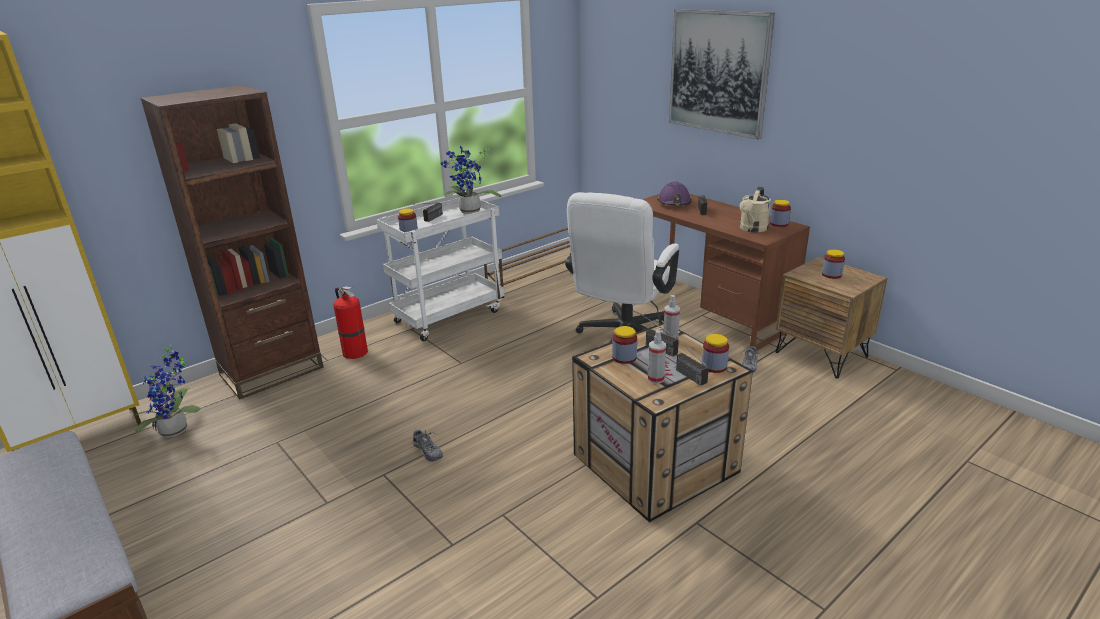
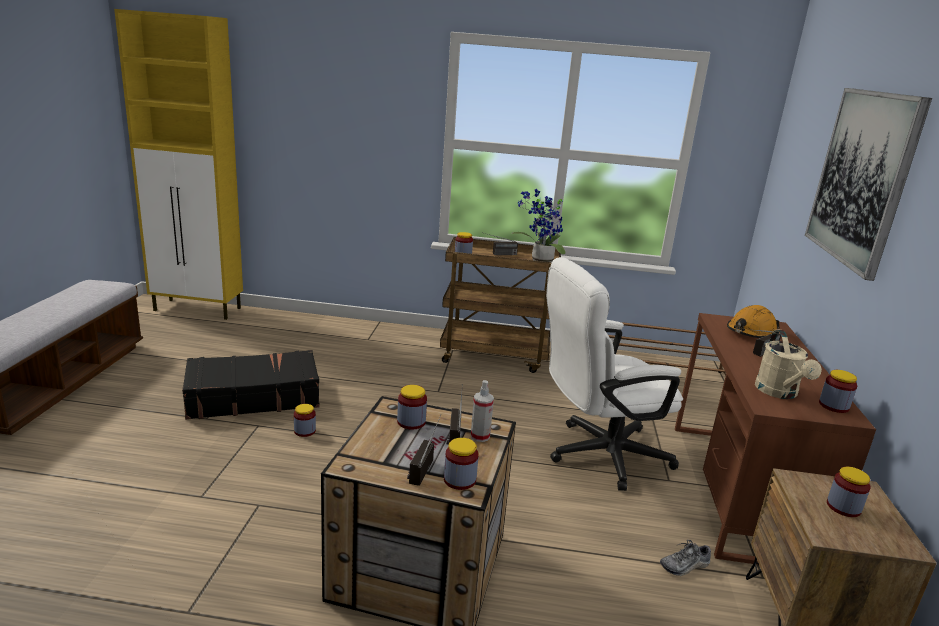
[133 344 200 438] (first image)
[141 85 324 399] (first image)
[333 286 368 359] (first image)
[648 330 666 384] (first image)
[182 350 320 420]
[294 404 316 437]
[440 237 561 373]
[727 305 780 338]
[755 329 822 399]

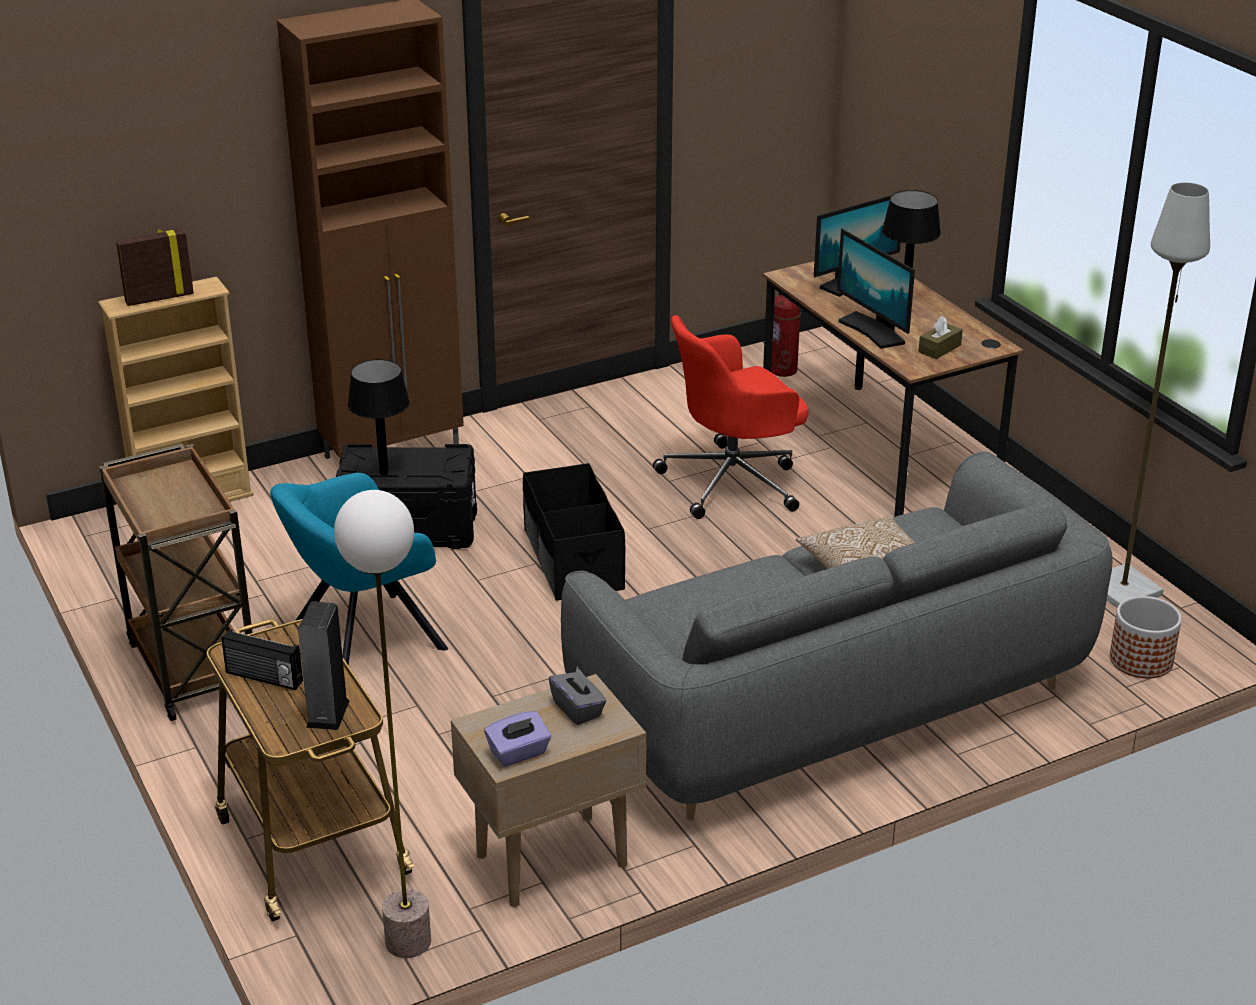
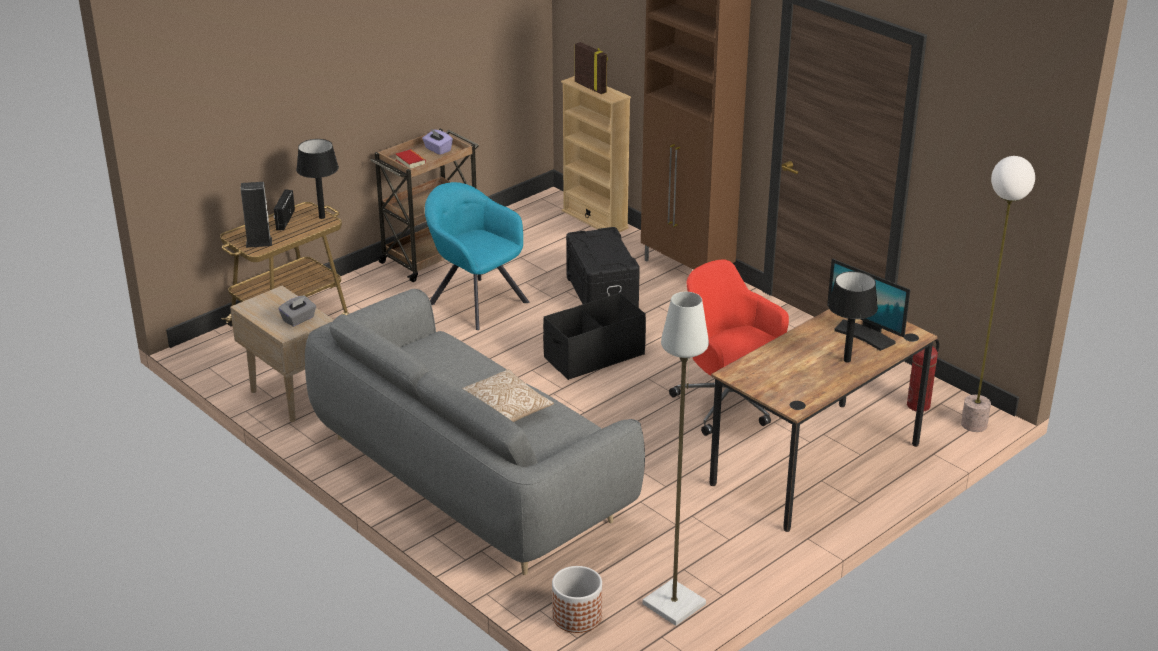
[837 229 915 349] (first image)
[918 316 963 359] (first image)
[396 149 426 169]
[961 156 1035 432]
[296 139 339 219]
[422 129 453 155]

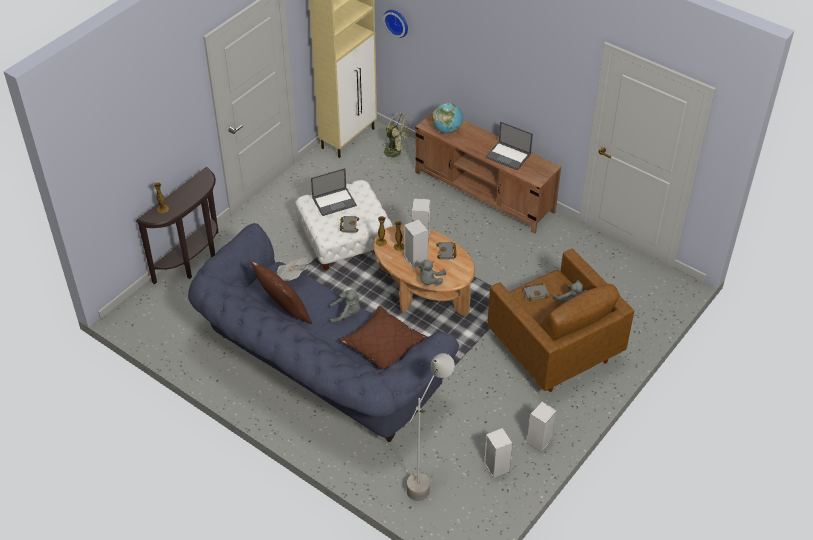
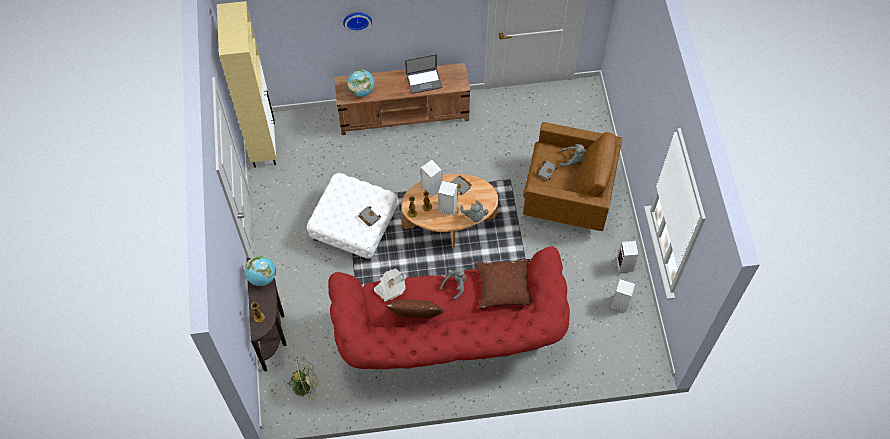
[311 168 357 216] (first image)
[407 353 454 501] (first image)
[245 256 276 286]
[343 12 372 32]
[286 354 319 400]
[328 246 570 369]

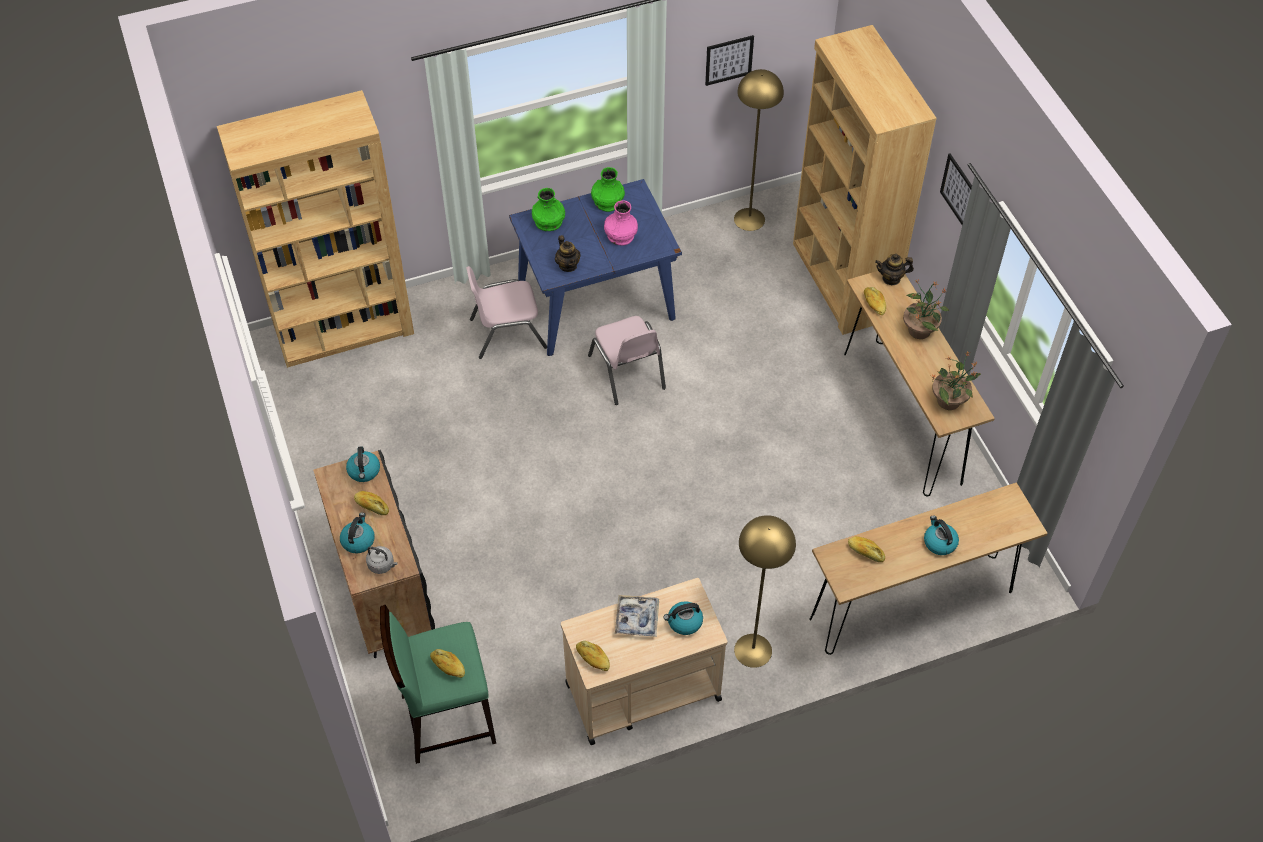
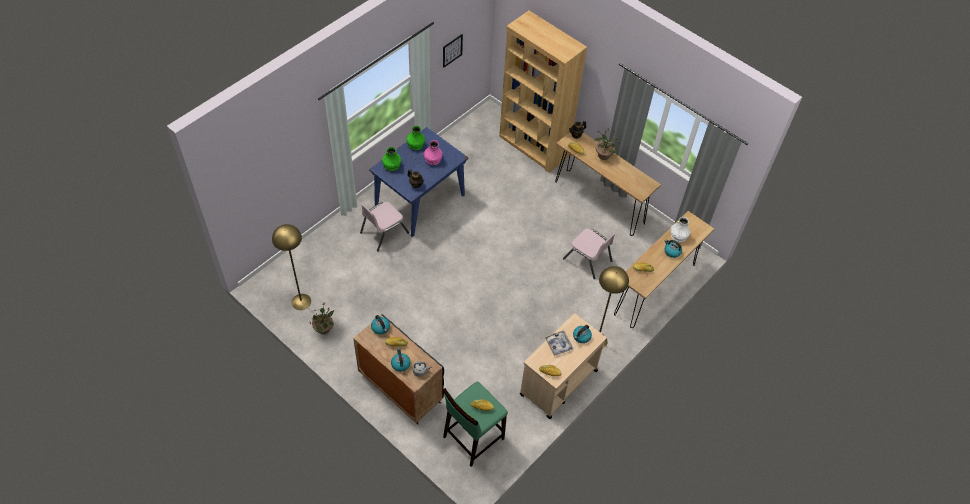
[217 90 414 368] (first image)
[940 153 972 225] (first image)
[670 217 690 242]
[563 228 616 279]
[272 224 311 310]
[310 303 335 334]

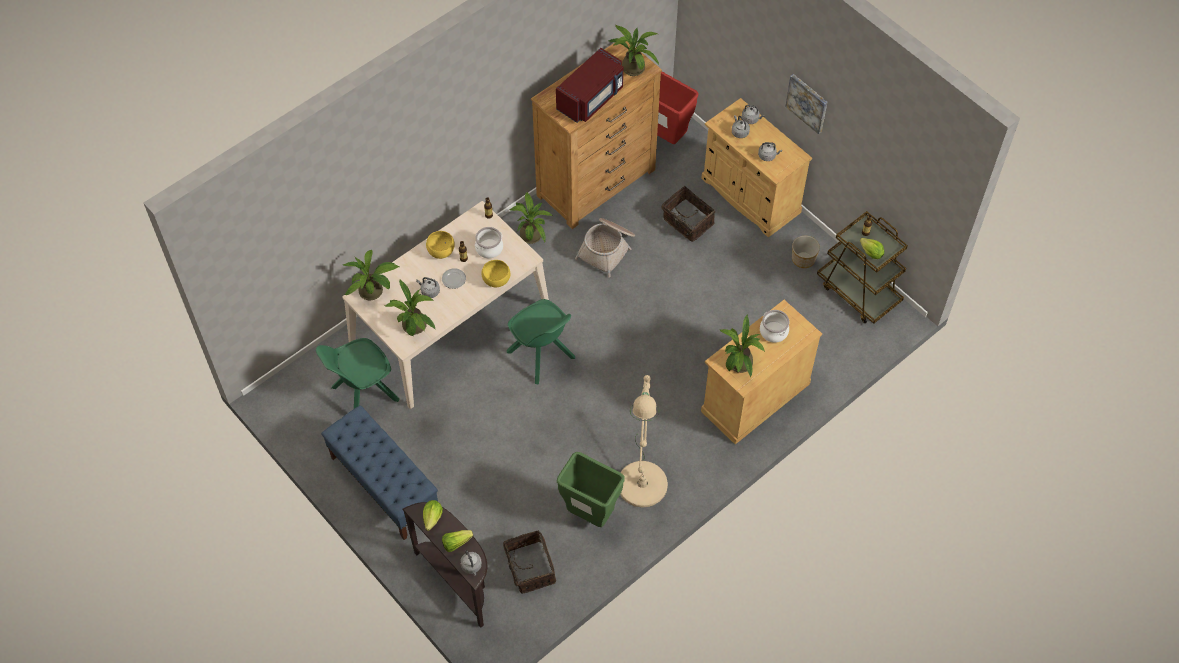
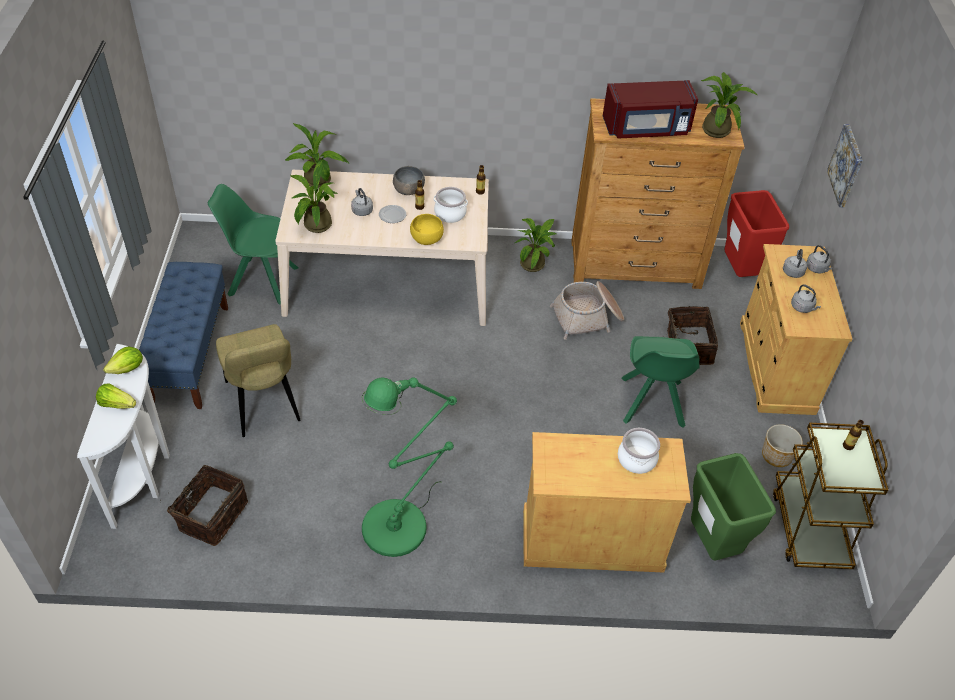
[460 550 482 575] (first image)
[720 315 765 377] (first image)
[860 238 884 259] (first image)
[216 324 300 437]
[621 336 699 428]
[691 453 776 560]
[827 124 863 207]
[77 344 170 529]
[393 166 425 195]
[362 377 457 557]

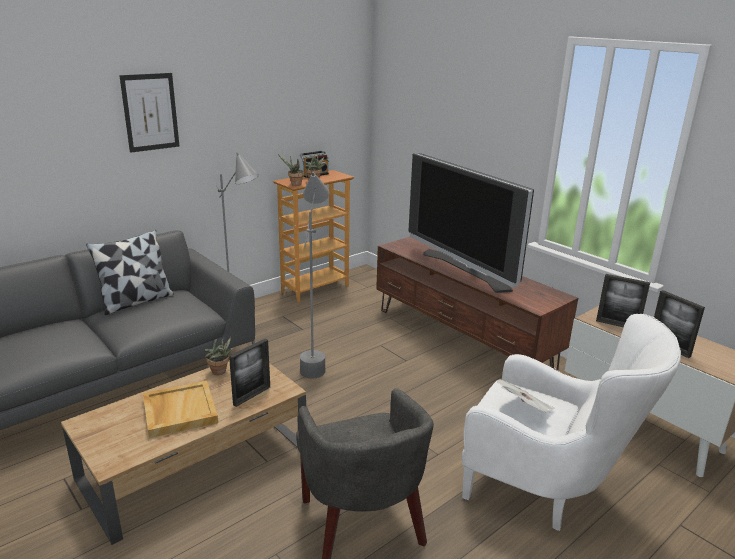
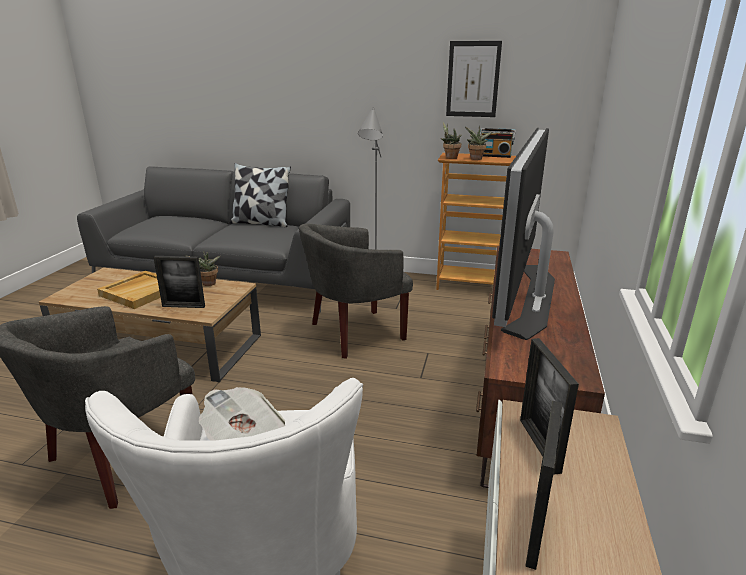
[446 41 502 117]
[299 223 413 359]

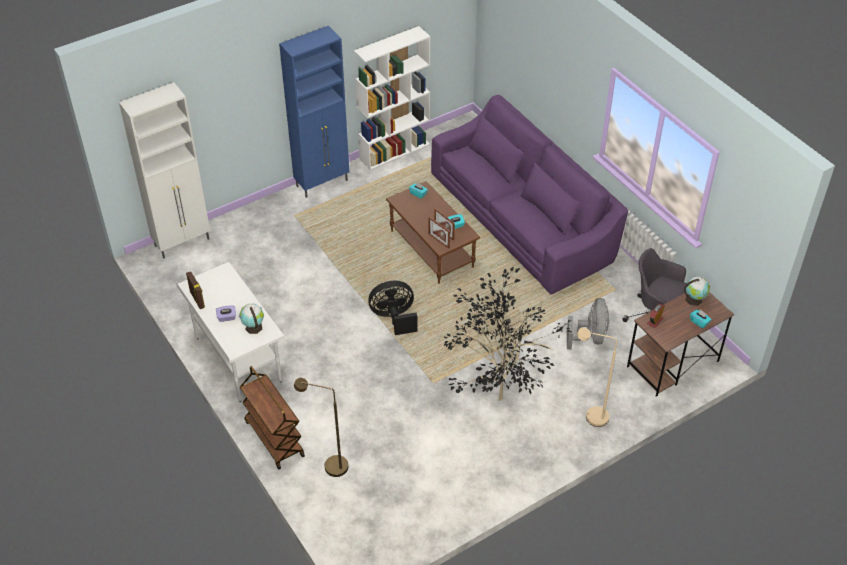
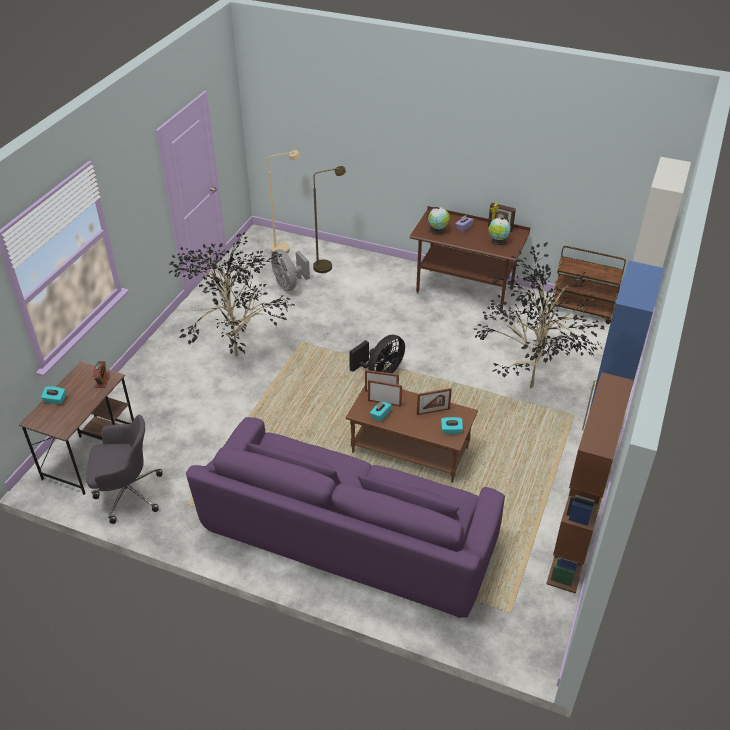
[417 388 452 415]
[474 242 605 388]
[549 246 626 324]
[271 249 310 291]
[268 150 300 253]
[488 217 511 246]
[410 206 530 313]
[546 372 634 594]

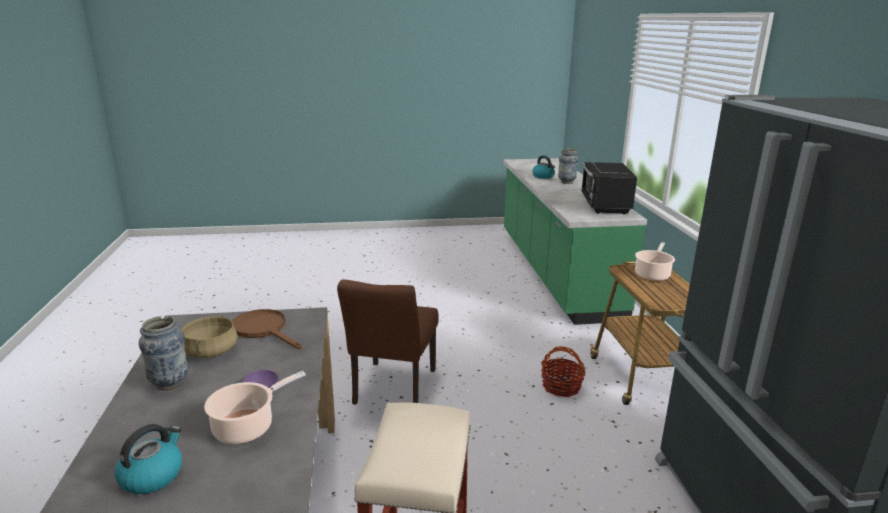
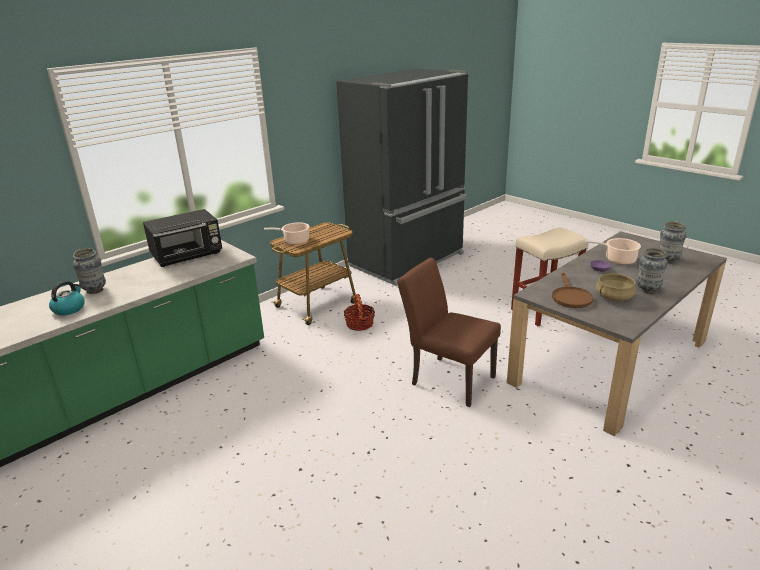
[659 221 686 263]
[397 258 501 407]

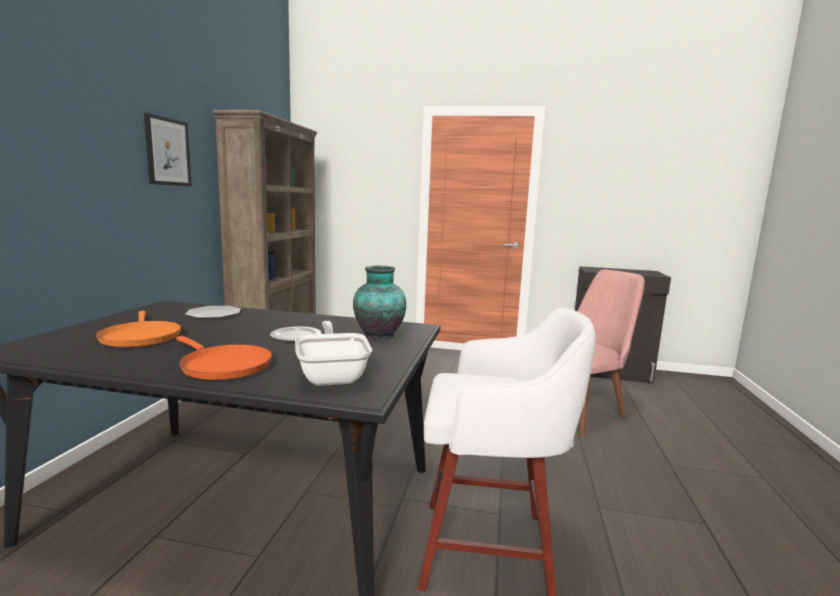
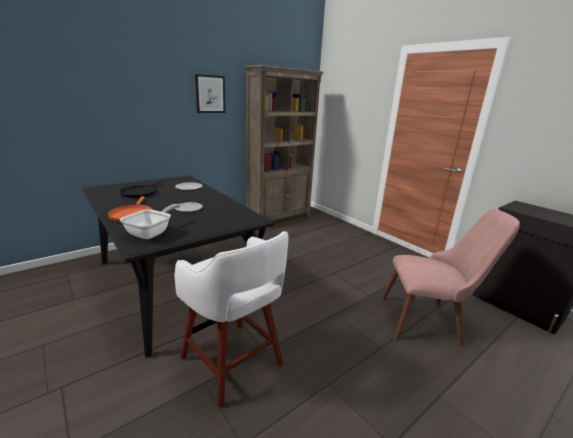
[353 265 406 340] (first image)
[119 180 163 198]

